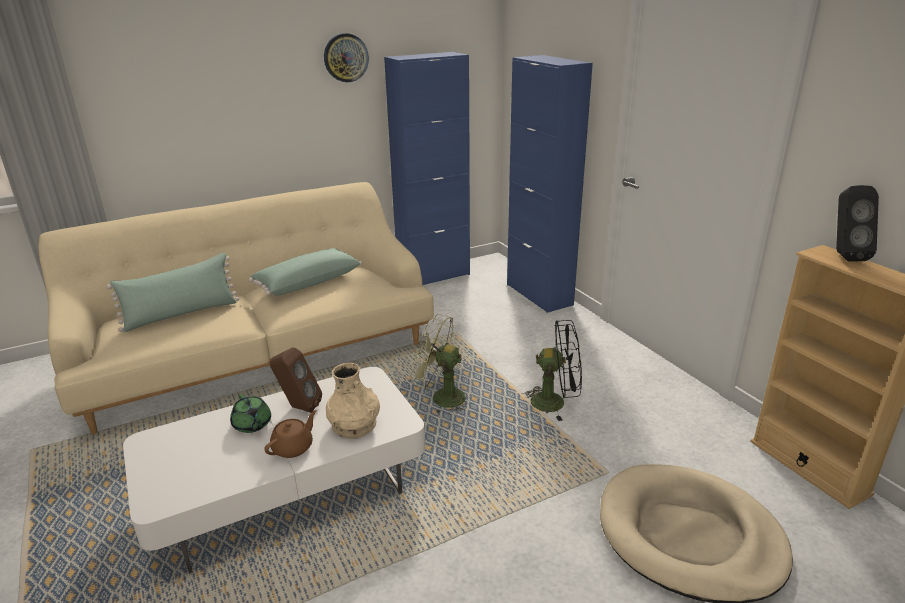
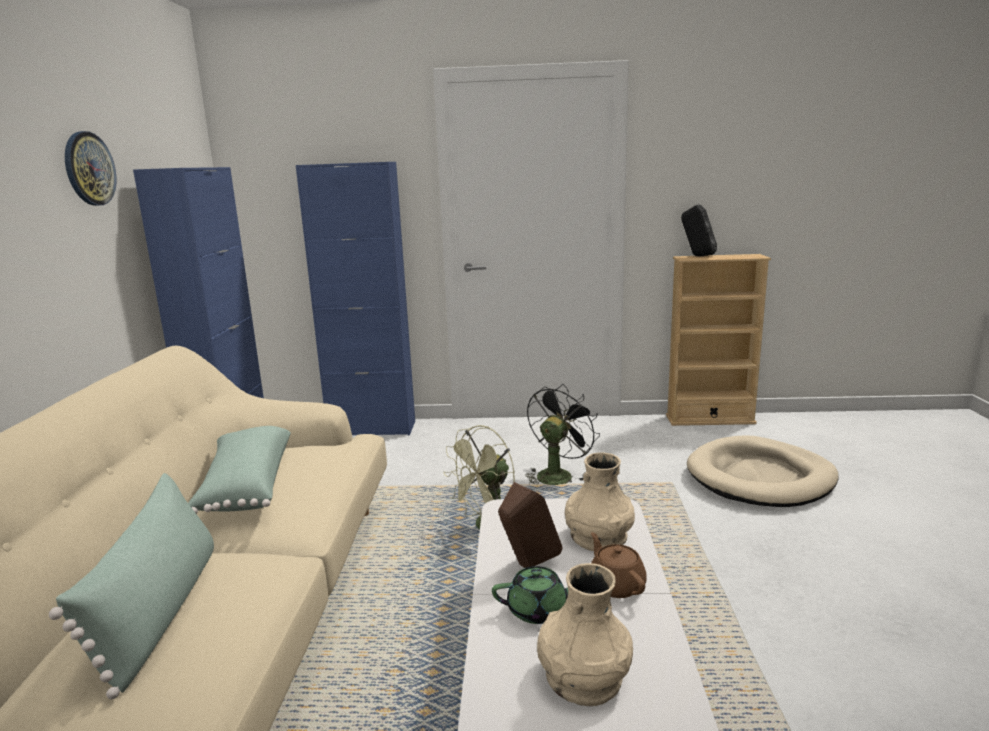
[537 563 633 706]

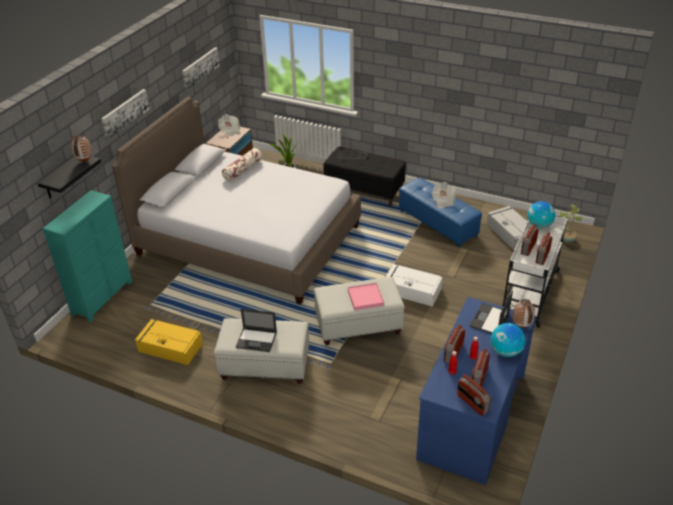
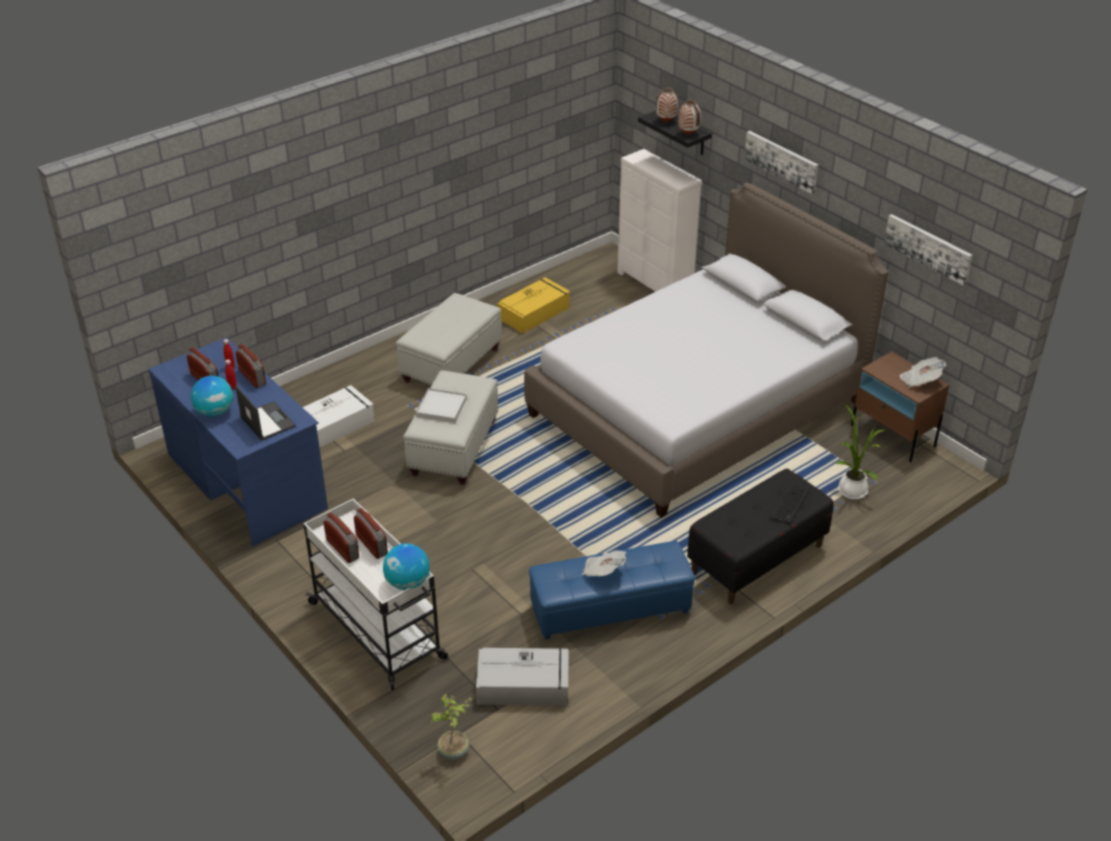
[222 148 262 181] (first image)
[236 309 277 352] (first image)
[457 375 491 416] (first image)
[303 385 374 448]
[656 87 679 122]
[617 149 702 292]
[416 388 467 423]

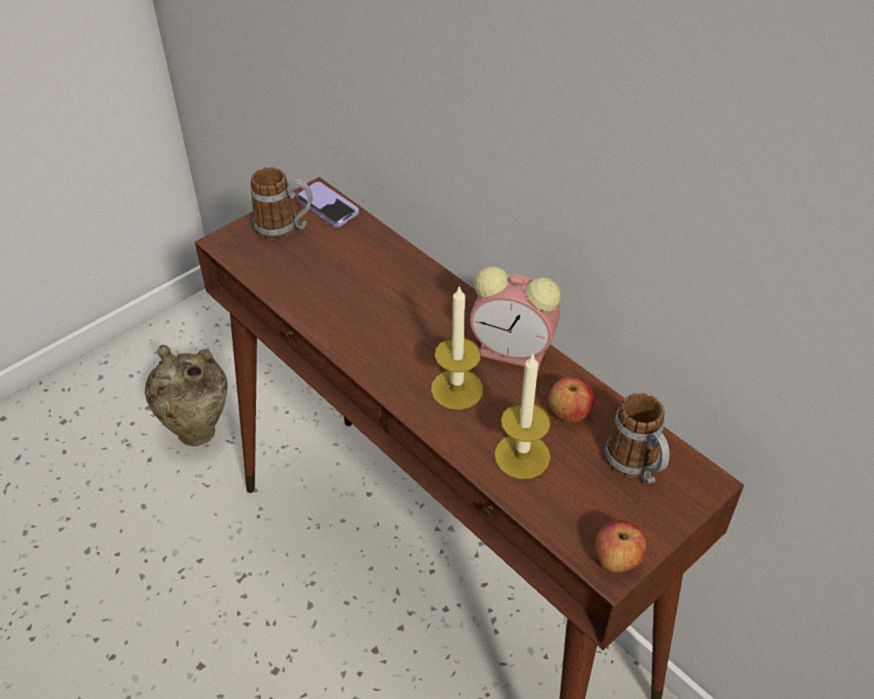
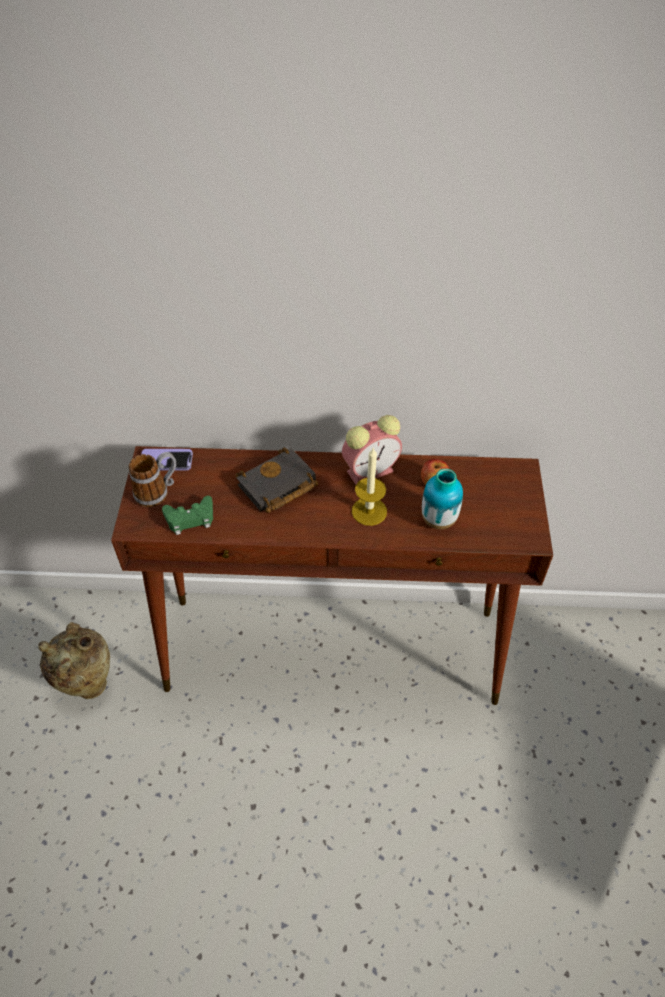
[595 520 647 572] (first image)
[605 393 670 484] (first image)
[162 496 213 535]
[235 447 318 513]
[422 469 463 529]

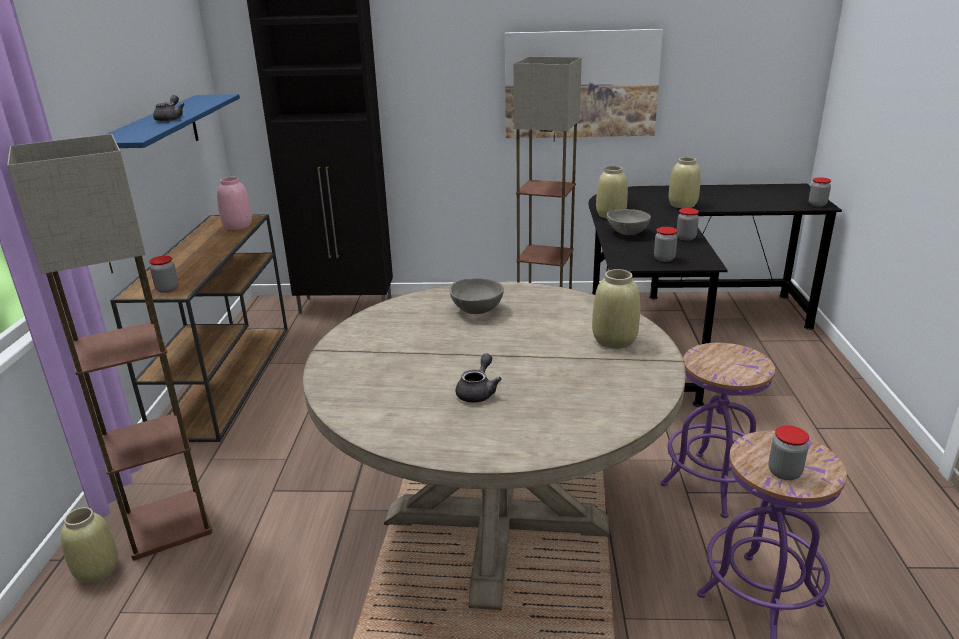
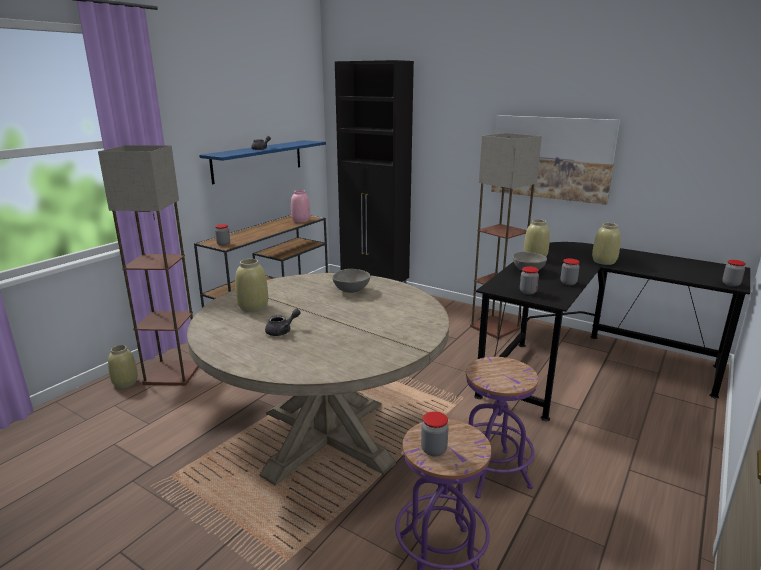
[235 259 268 312]

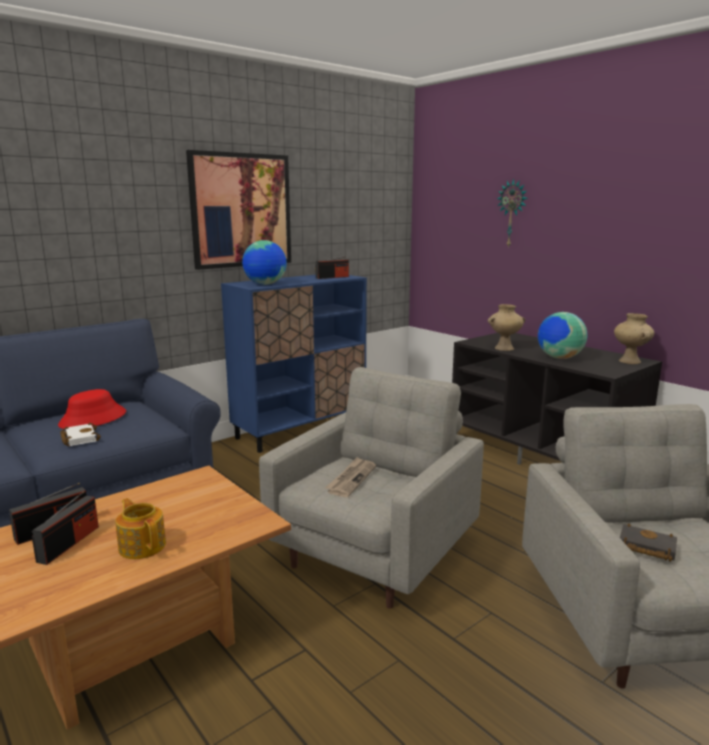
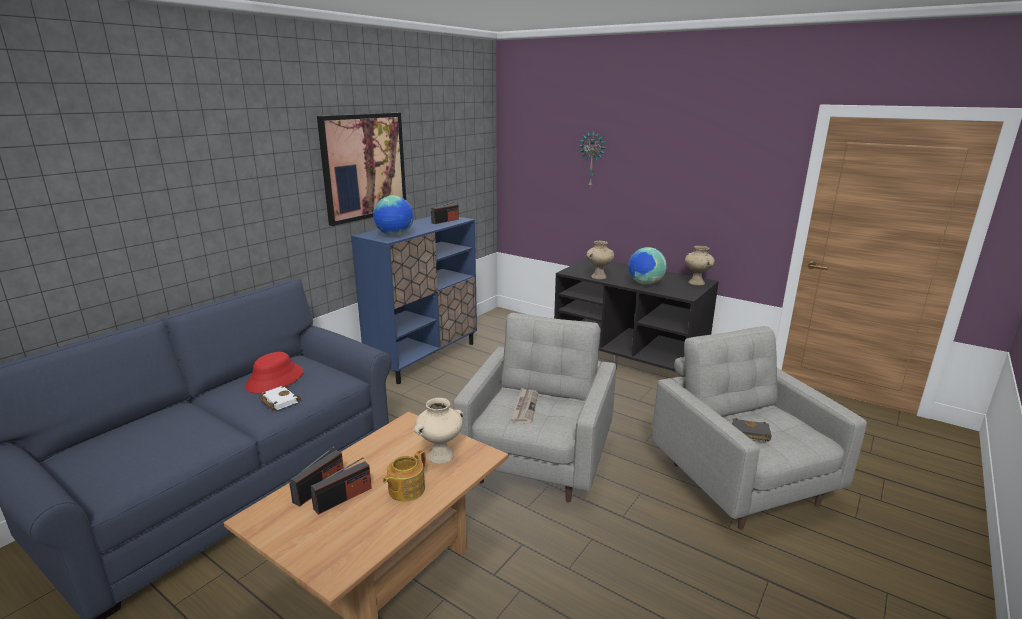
[414 398 464 464]
[311 457 372 515]
[383 450 426 502]

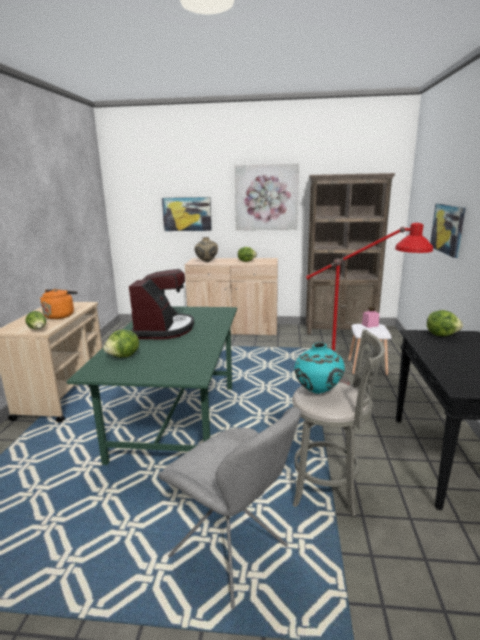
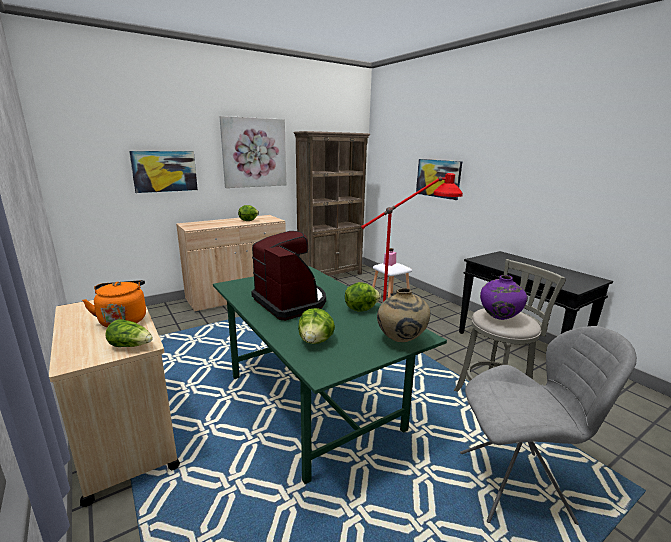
[377 288 431 342]
[345 282 381 312]
[480 275 528 320]

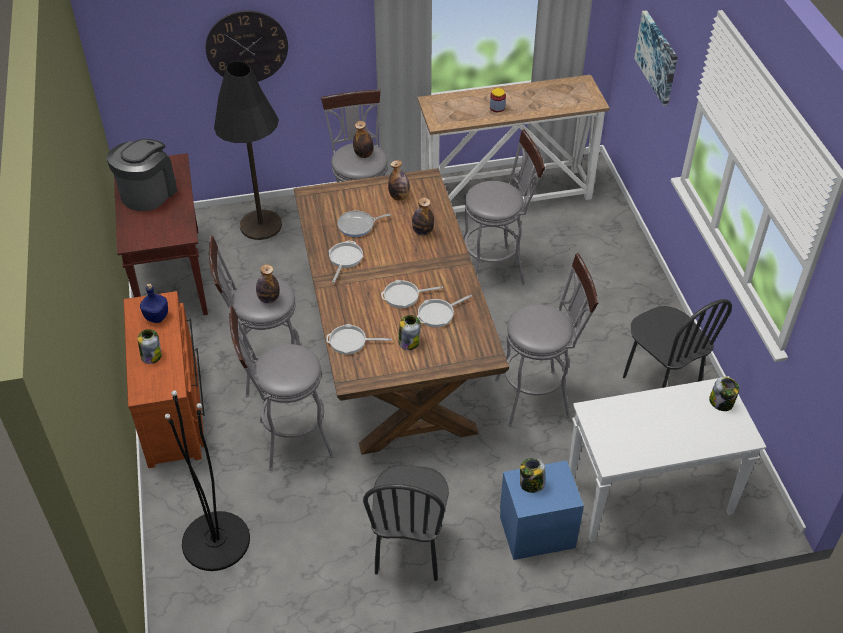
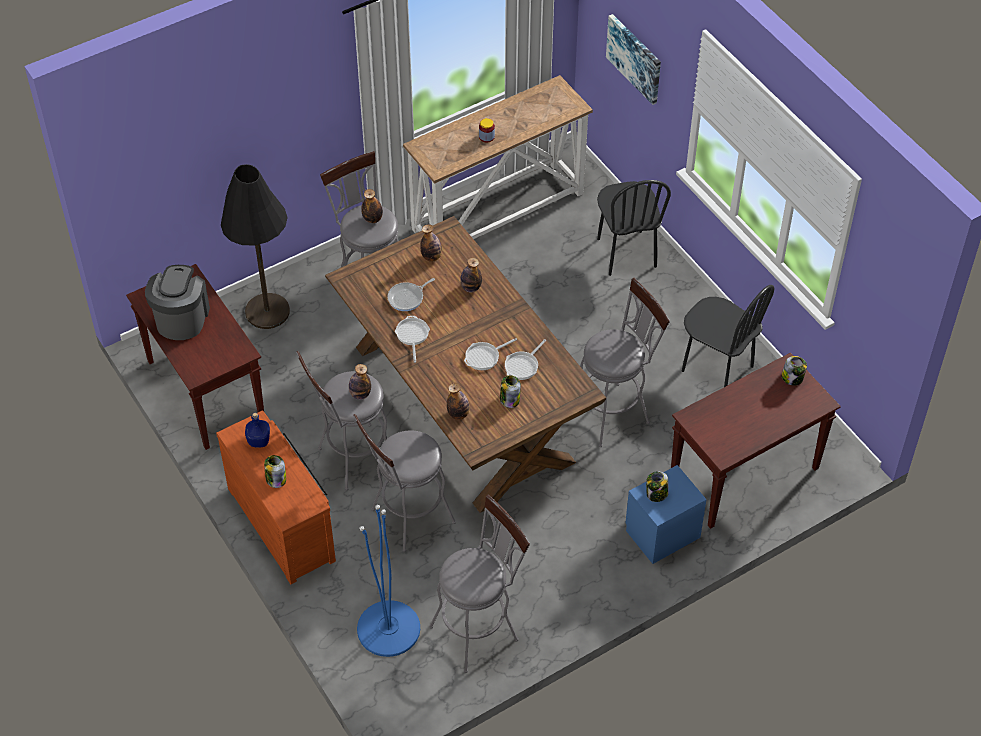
[206 10 288 82] (first image)
[597 180 671 276]
[429 495 530 673]
[447 383 470 420]
[357 505 420 657]
[671 353 841 529]

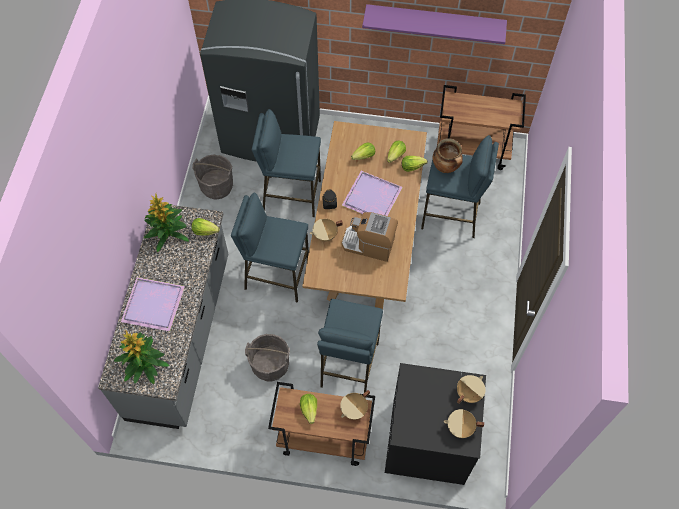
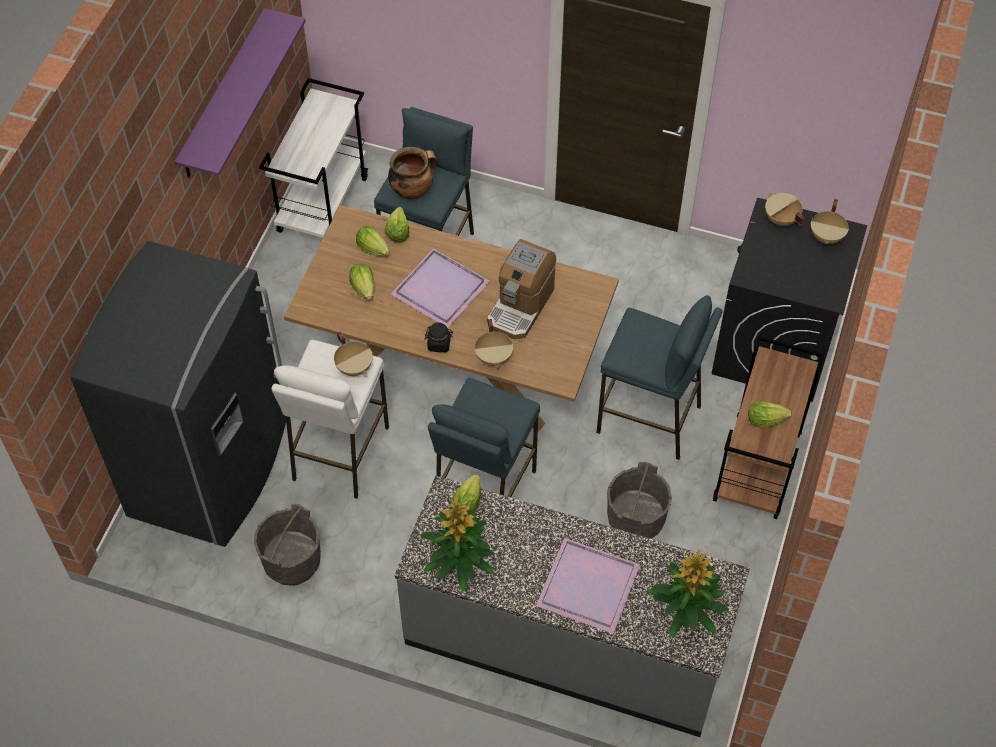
[334 331 373 376]
[271 340 389 499]
[259 78 368 238]

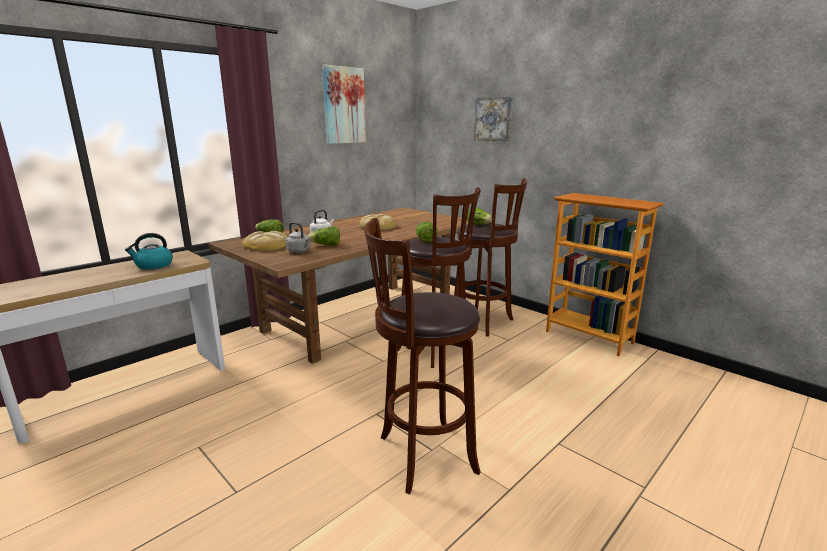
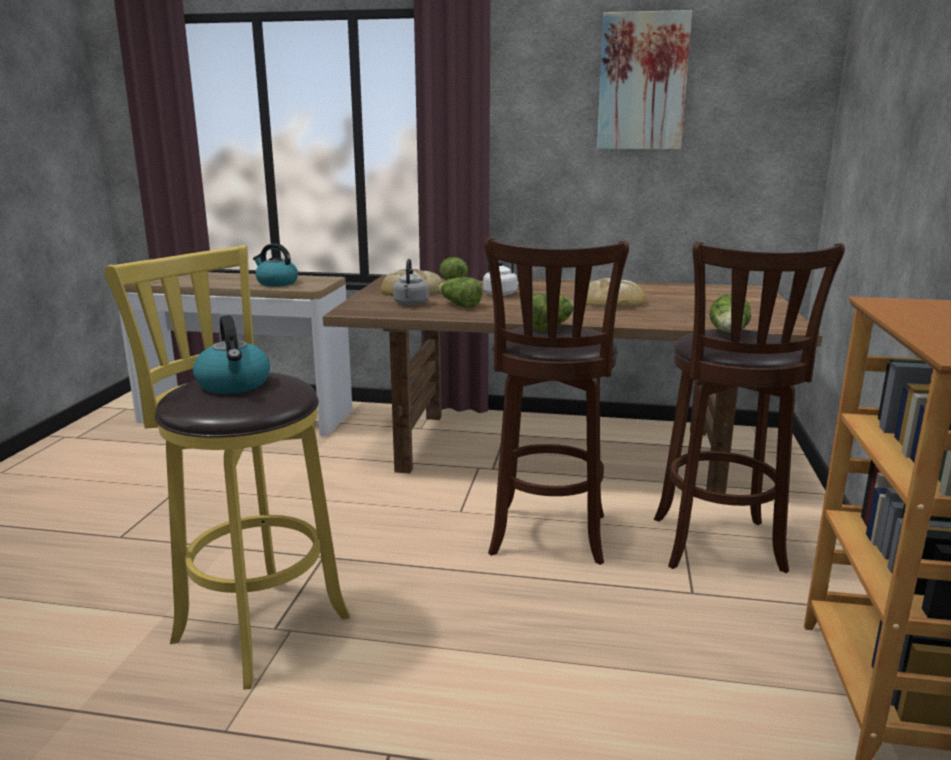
[474 96 513 141] (first image)
[193 315 270 394]
[104 245 350 690]

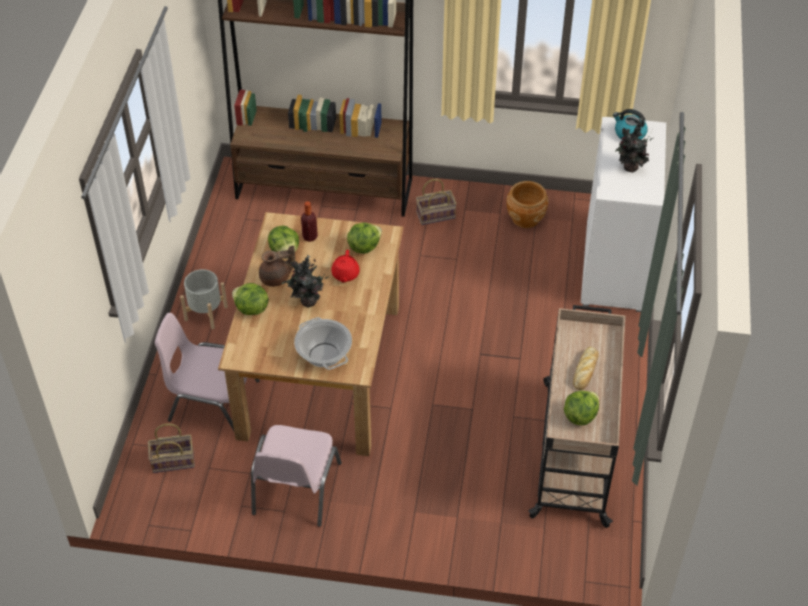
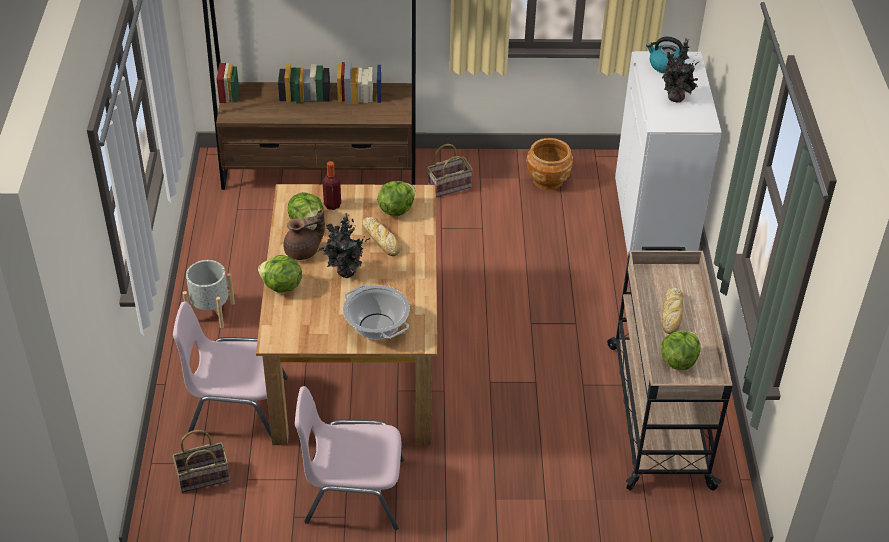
[362 217 400 256]
[295 386 404 530]

